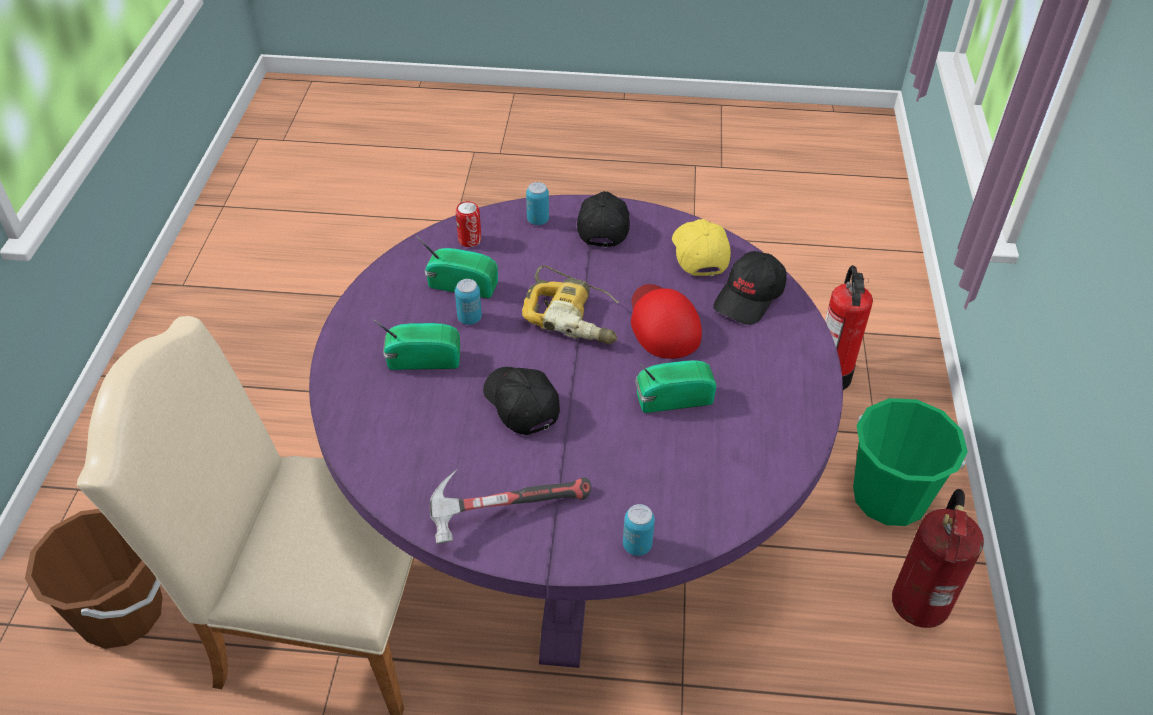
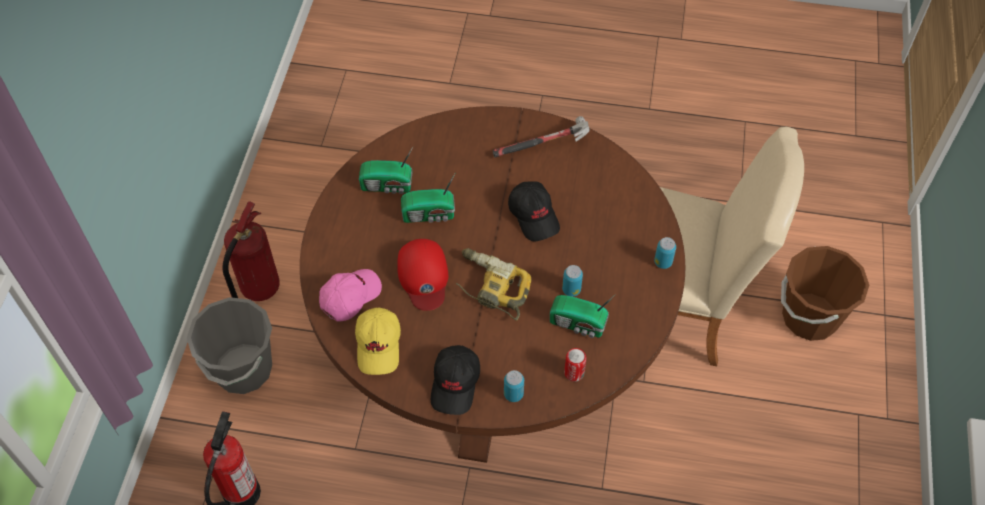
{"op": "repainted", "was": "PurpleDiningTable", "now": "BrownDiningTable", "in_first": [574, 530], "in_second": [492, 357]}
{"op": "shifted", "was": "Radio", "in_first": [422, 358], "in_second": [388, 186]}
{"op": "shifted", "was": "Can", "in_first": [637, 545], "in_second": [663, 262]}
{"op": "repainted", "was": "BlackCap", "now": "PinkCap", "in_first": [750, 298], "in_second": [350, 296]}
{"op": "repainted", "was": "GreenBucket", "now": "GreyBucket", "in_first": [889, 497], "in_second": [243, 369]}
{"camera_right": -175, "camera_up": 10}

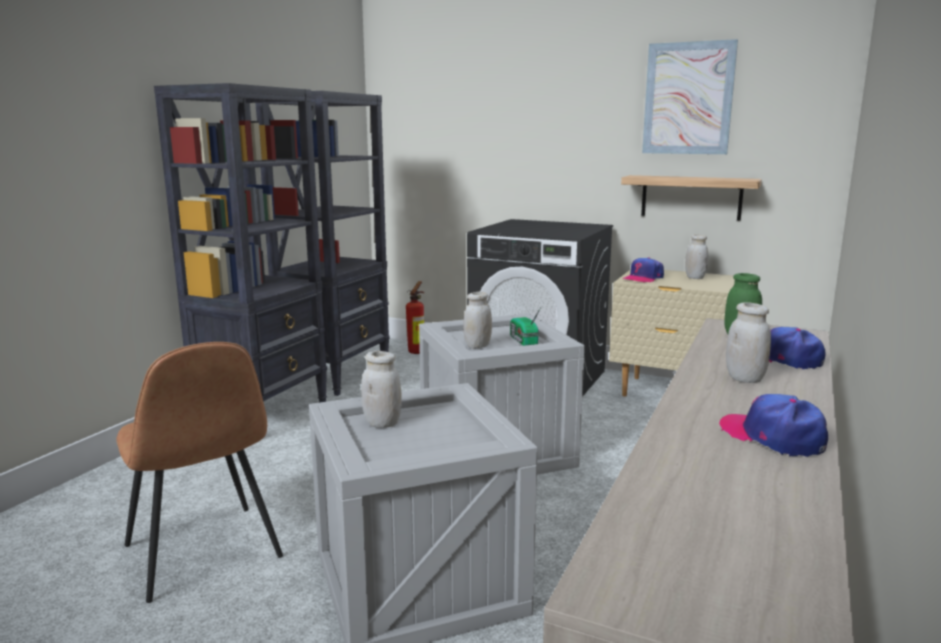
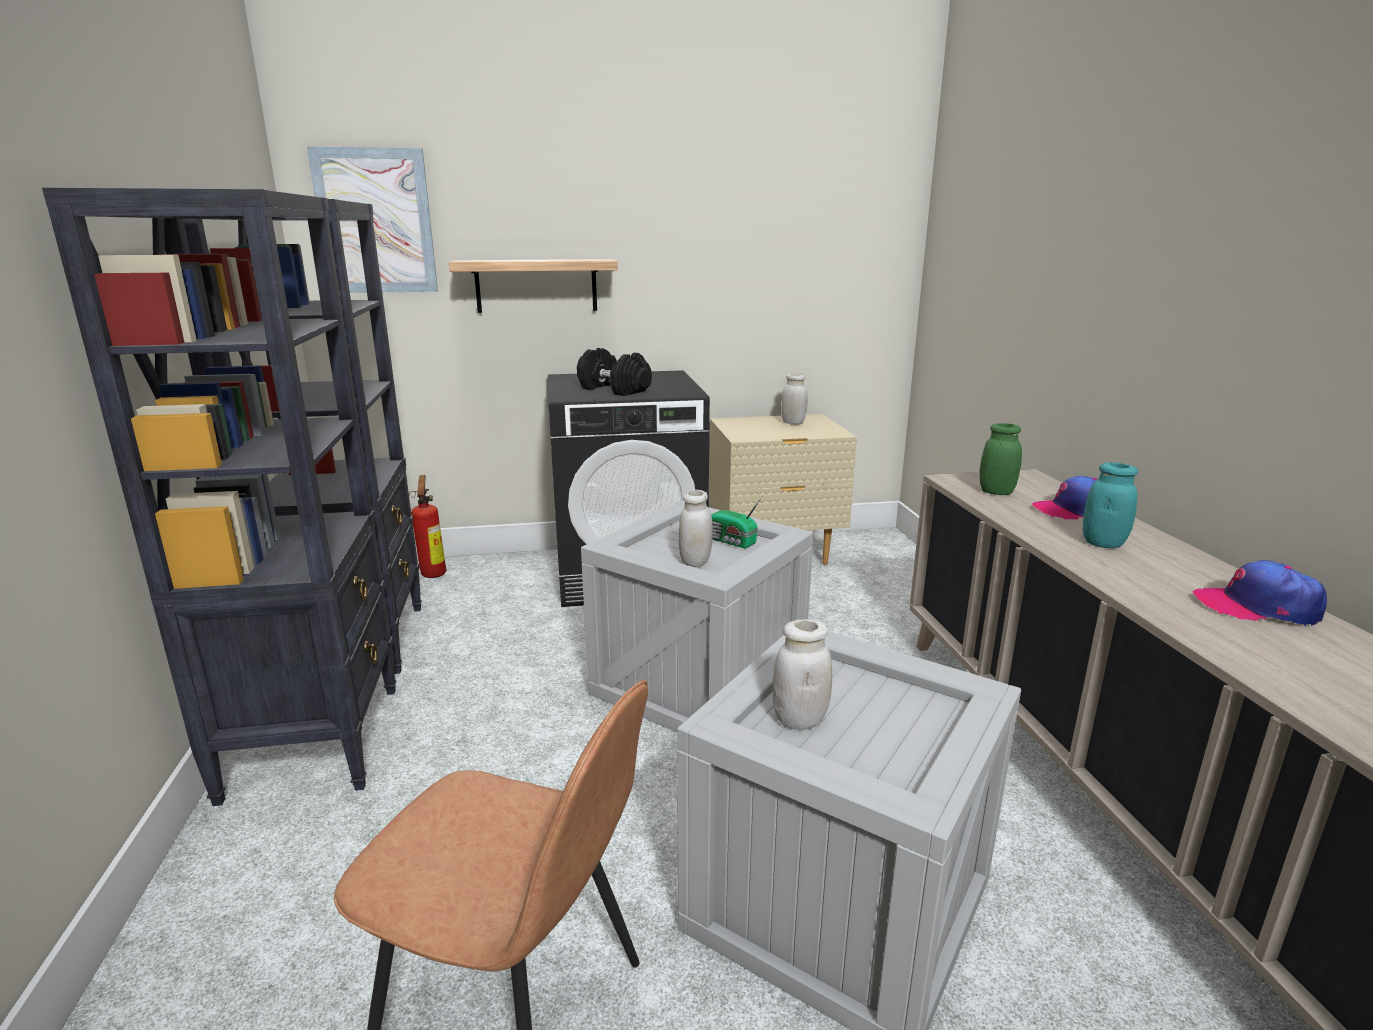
{"op": "shifted", "was": "Shelf", "in_first": [691, 197], "in_second": [536, 285]}
{"op": "gone", "was": "Cap", "in_first": [643, 278]}
{"op": "shifted", "was": "Picture", "in_first": [688, 98], "in_second": [375, 222]}
{"op": "repainted", "was": "WhiteJar", "now": "TurquoiseJar", "in_first": [745, 379], "in_second": [1103, 543]}
{"op": "new", "now": "BlackDumbbell", "in_second": [614, 390]}
{"camera_right": -35, "camera_up": 5}

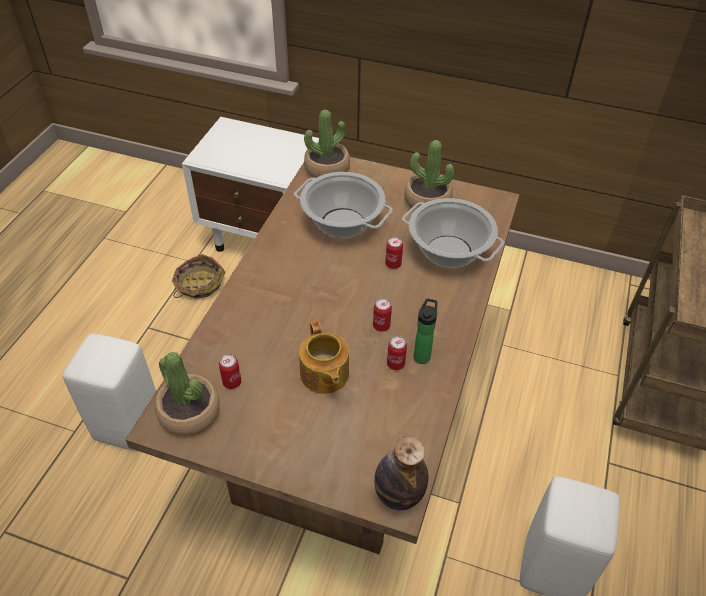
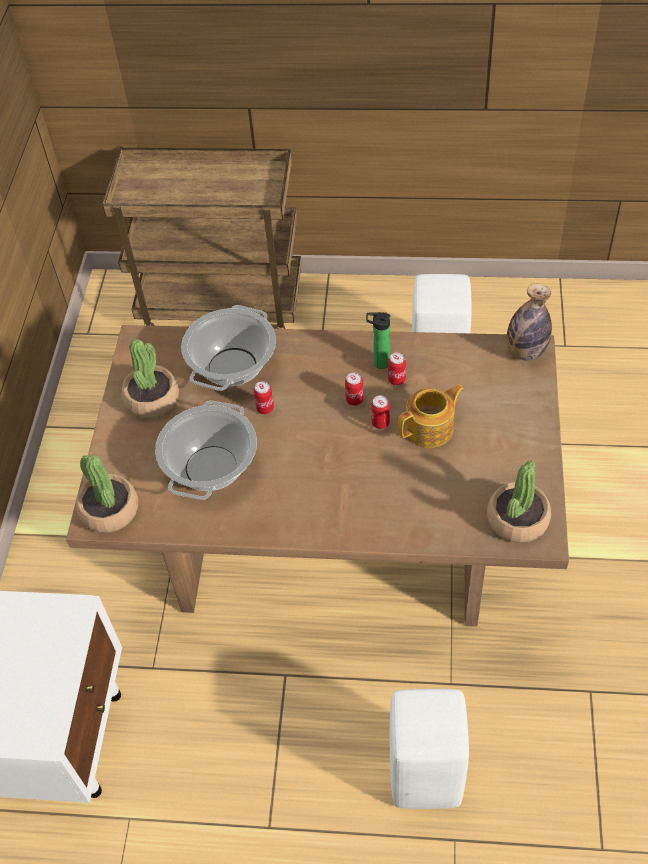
{"op": "gone", "was": "Basket", "in_first": [199, 284]}
{"op": "shifted", "was": "Can", "in_first": [232, 382], "in_second": [380, 423]}
{"camera_right": -100, "camera_up": 5}

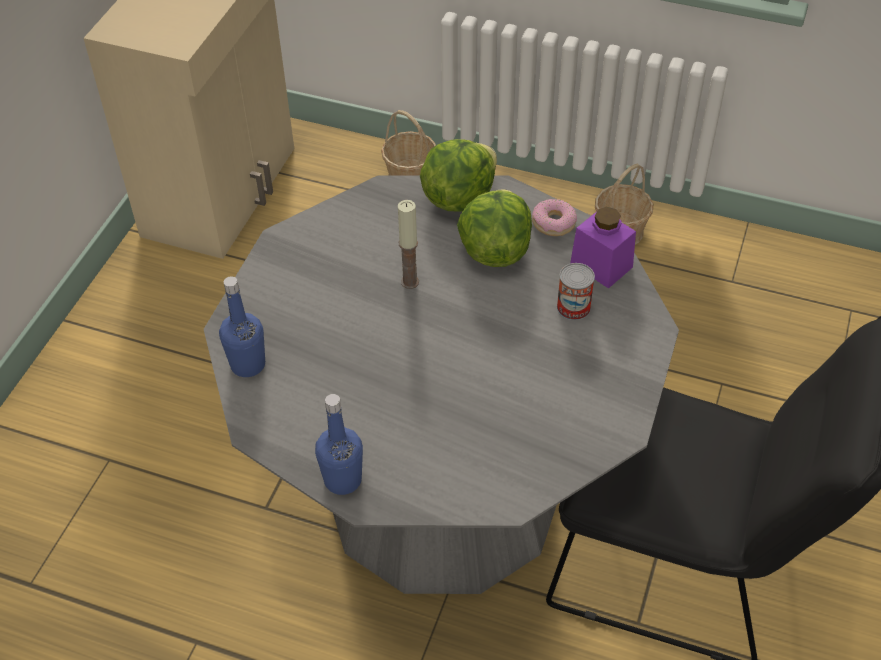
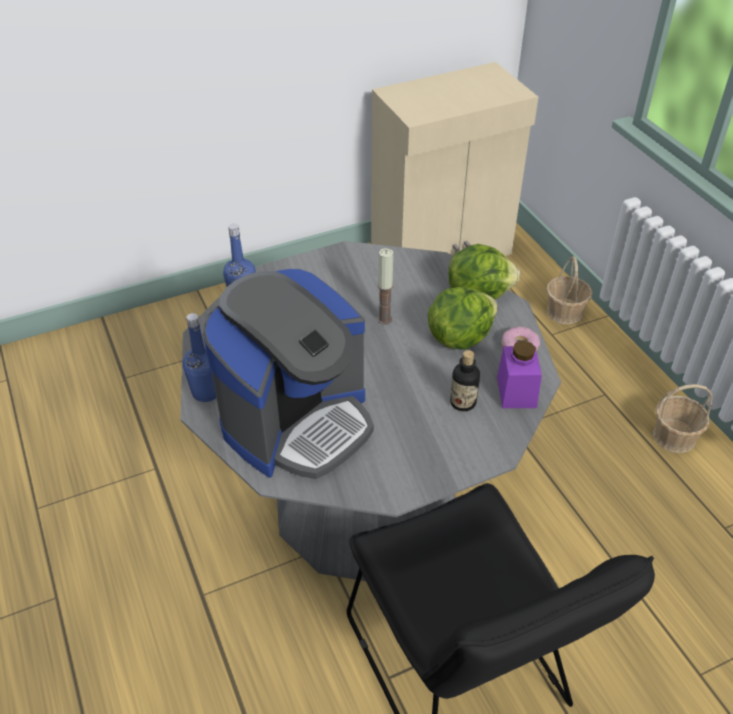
{"op": "swapped", "was": "Can", "now": "Bottle", "in_first": [573, 307], "in_second": [463, 402]}
{"op": "new", "now": "CoffeeMachine", "in_second": [297, 422]}
{"camera_right": 45, "camera_up": -5}

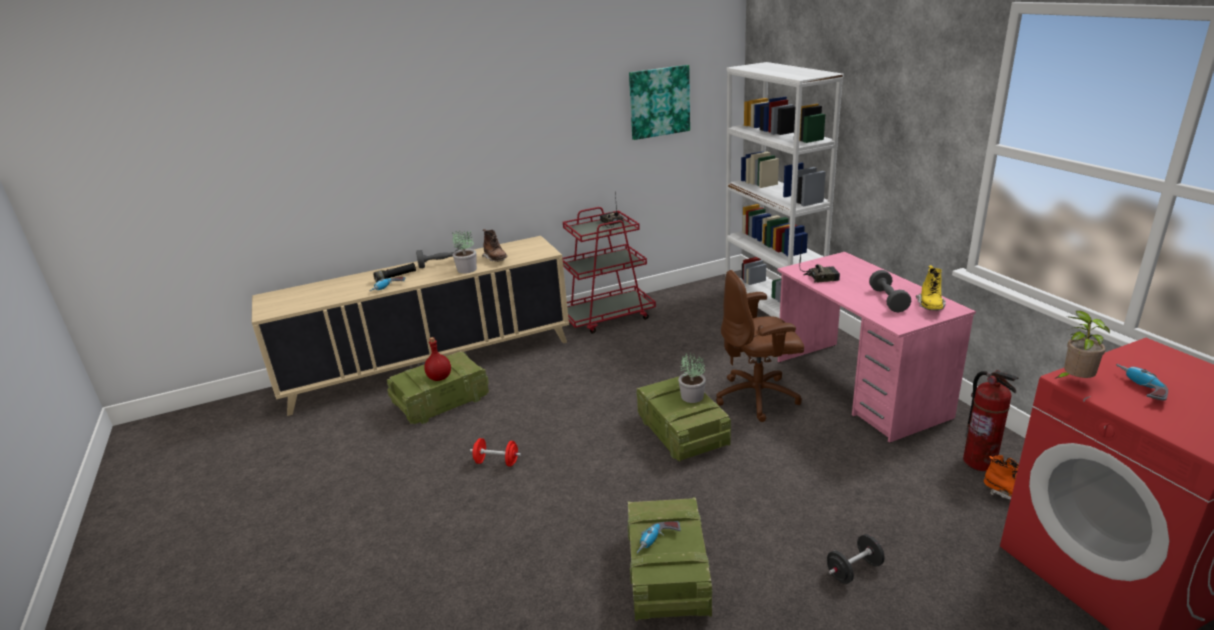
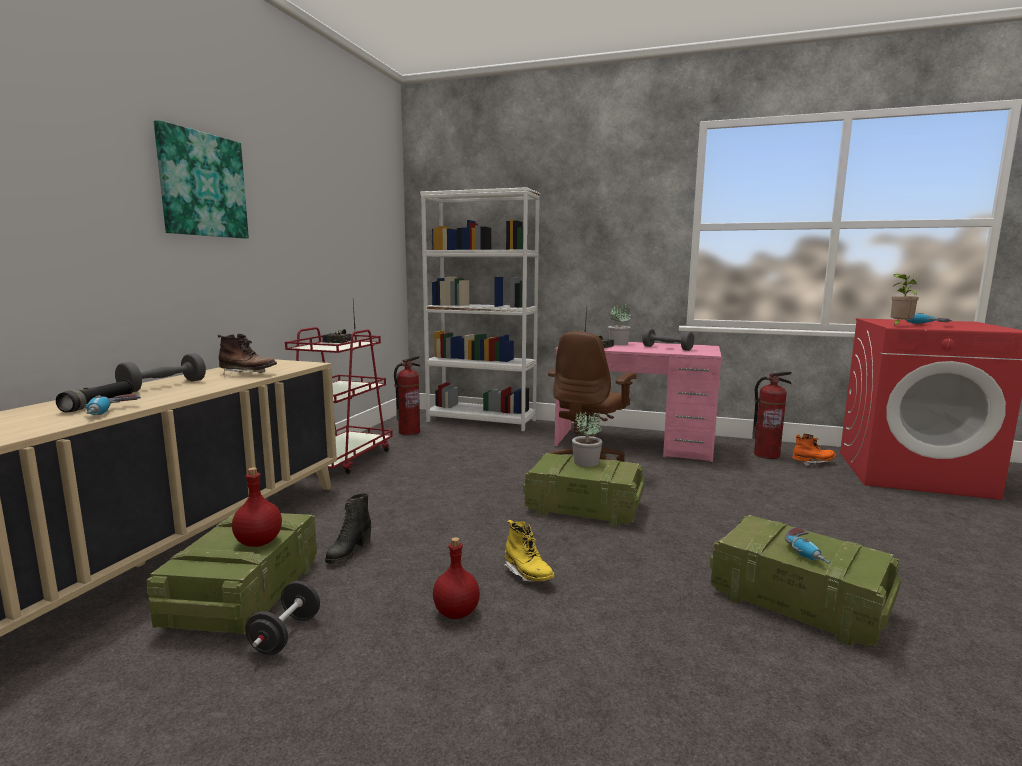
{"op": "shifted", "was": "PottedPlant", "in_first": [467, 270], "in_second": [619, 344]}
{"op": "swapped", "was": "RedDumbbell", "now": "RedBottle", "in_first": [497, 462], "in_second": [456, 612]}
{"op": "shifted", "was": "Picture", "in_first": [659, 102], "in_second": [202, 185]}
{"op": "shifted", "was": "BlackDumbbell", "in_first": [854, 570], "in_second": [285, 635]}
{"op": "shifted", "was": "YellowBoot", "in_first": [930, 306], "in_second": [528, 575]}
{"op": "new", "now": "BlackBoot", "in_second": [348, 552]}
{"op": "new", "now": "FireExtinguisher", "in_second": [409, 432]}
{"camera_right": -50, "camera_up": -15}

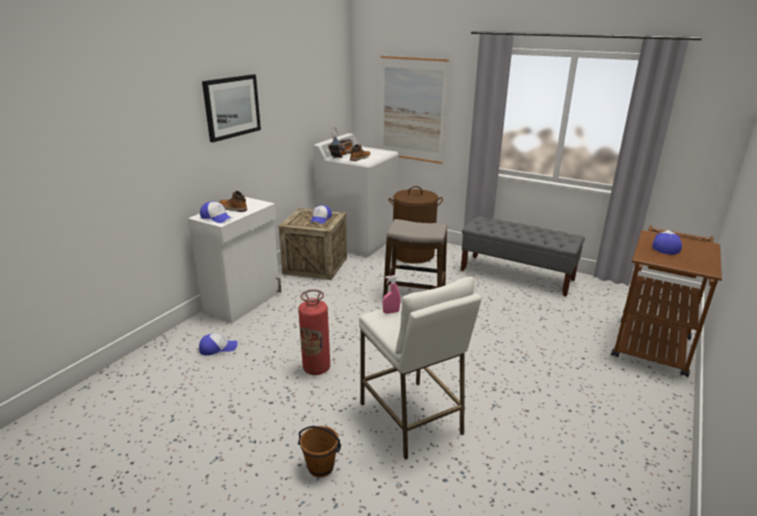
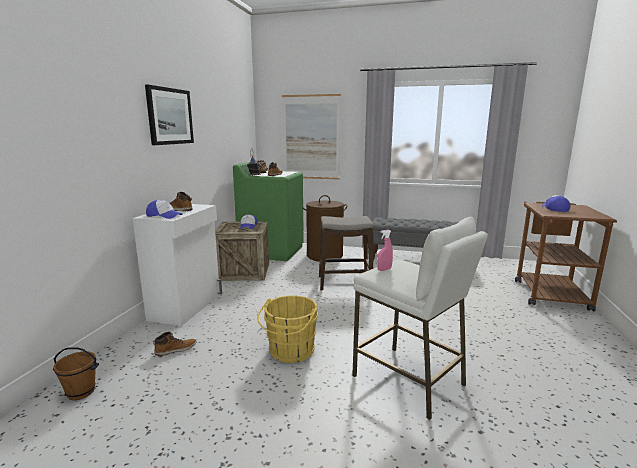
{"op": "swapped", "was": "Cap", "now": "Boot", "in_first": [218, 348], "in_second": [176, 349]}
{"op": "swapped", "was": "FireExtinguisher", "now": "YellowBucket", "in_first": [316, 368], "in_second": [290, 352]}
{"op": "shifted", "was": "BrownBucket", "in_first": [320, 468], "in_second": [80, 392]}
{"op": "repainted", "was": "WhiteWashingMachine", "now": "GreenWashingMachine", "in_first": [358, 240], "in_second": [272, 251]}
{"camera_right": -15, "camera_up": -10}

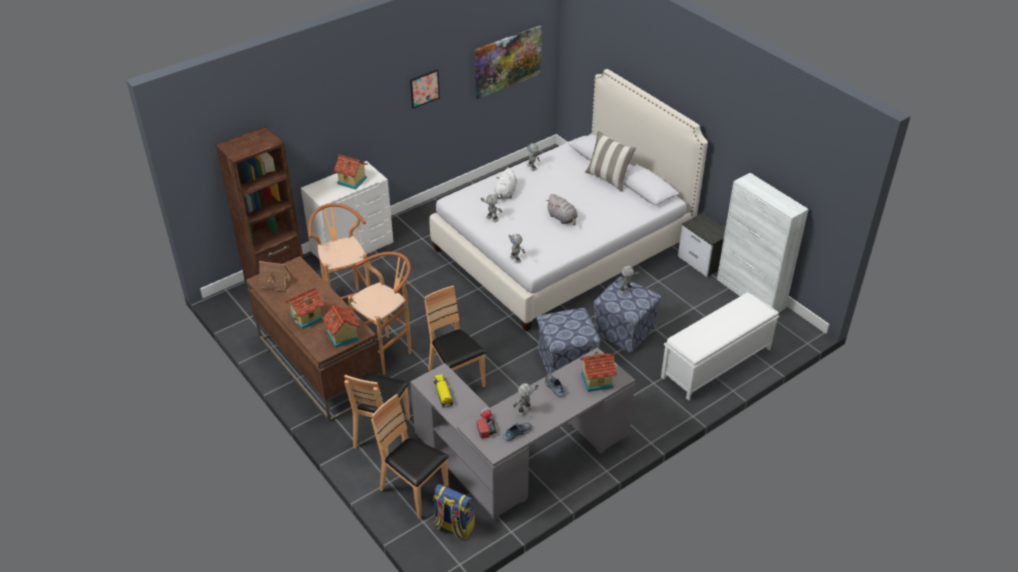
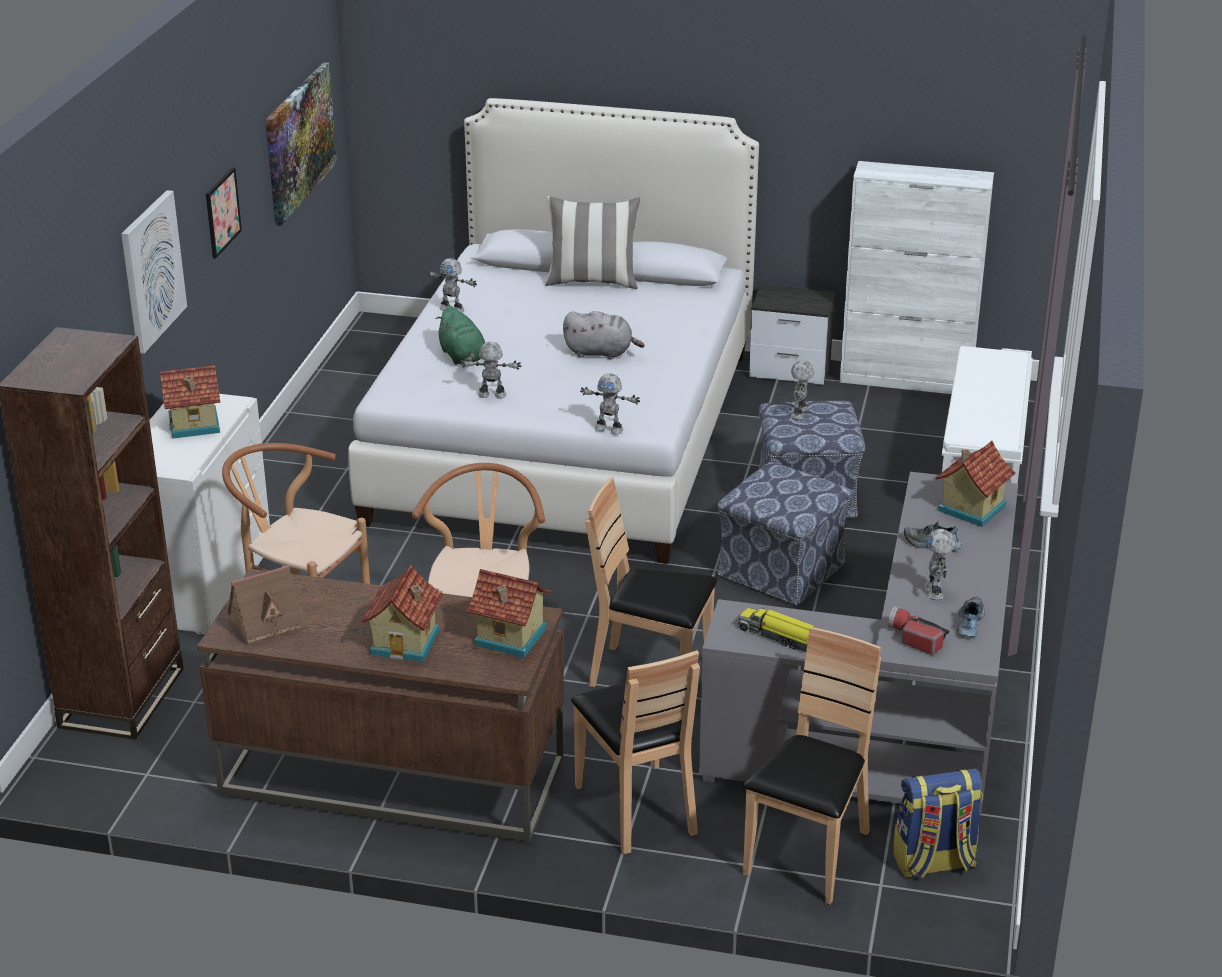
{"op": "rotated", "was": "BrownChair", "in_first": [414, 491], "in_second": [808, 855], "clockwise": 120}
{"op": "repainted", "was": "WhitePlushToy", "now": "GreenPlushToy", "in_first": [505, 194], "in_second": [462, 357]}
{"op": "new", "now": "Picture", "in_second": [151, 271]}
{"camera_right": -40, "camera_up": -10}

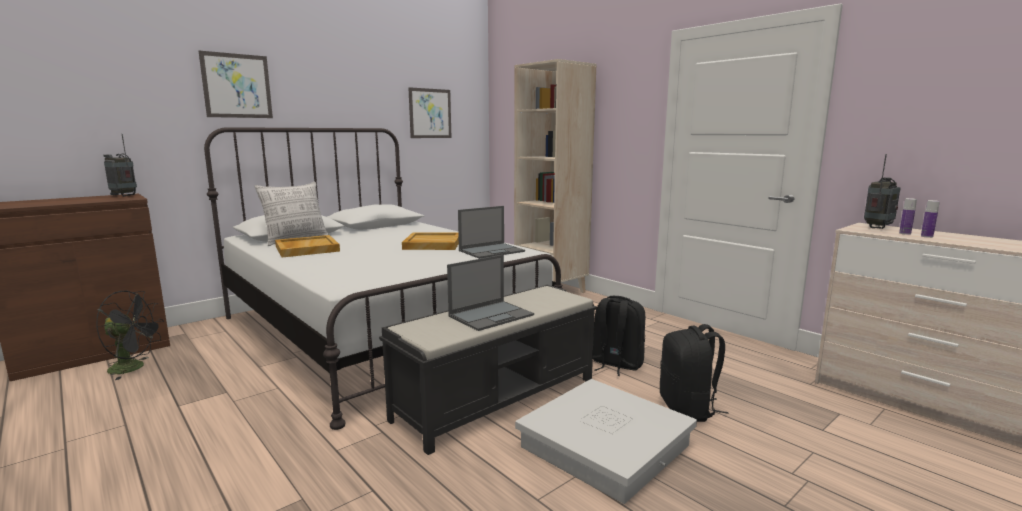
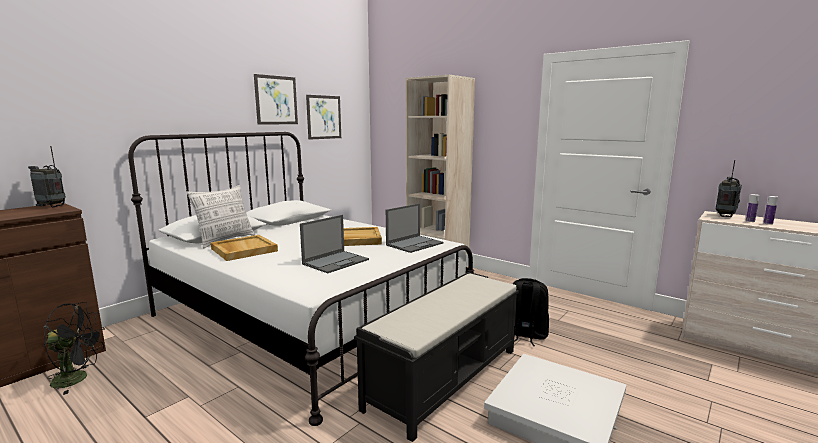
{"op": "shifted", "was": "Picture", "in_first": [237, 86], "in_second": [276, 100]}
{"op": "shifted", "was": "Laptop", "in_first": [491, 315], "in_second": [336, 262]}
{"op": "gone", "was": "BlackBackpack", "in_first": [688, 409]}
{"camera_right": -10, "camera_up": 0}

